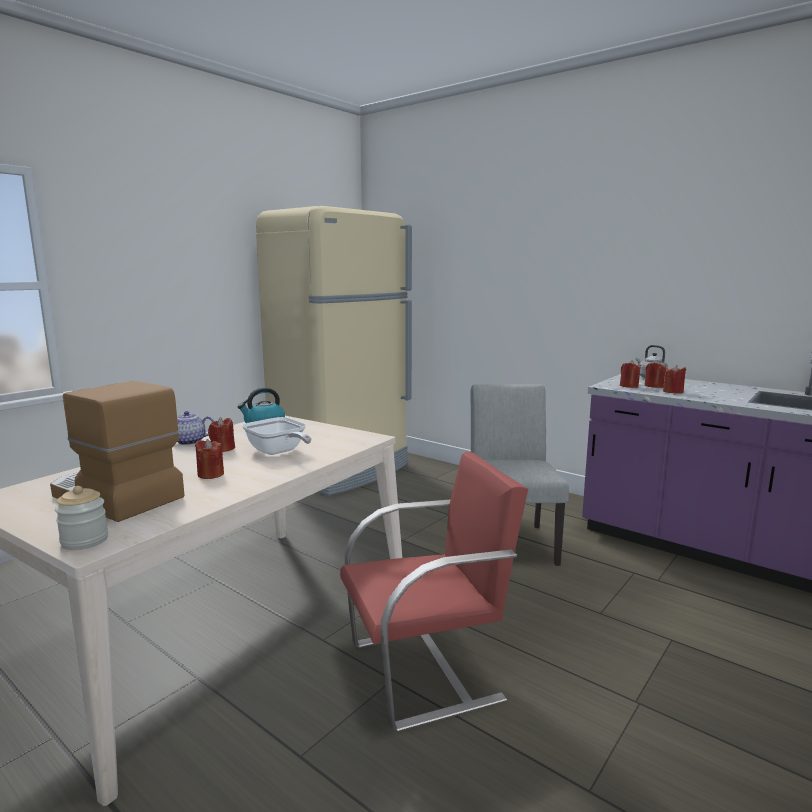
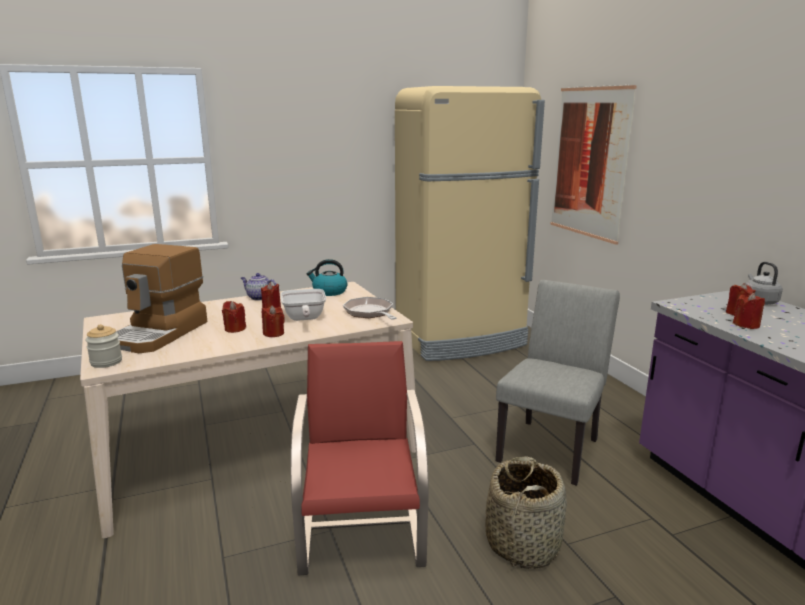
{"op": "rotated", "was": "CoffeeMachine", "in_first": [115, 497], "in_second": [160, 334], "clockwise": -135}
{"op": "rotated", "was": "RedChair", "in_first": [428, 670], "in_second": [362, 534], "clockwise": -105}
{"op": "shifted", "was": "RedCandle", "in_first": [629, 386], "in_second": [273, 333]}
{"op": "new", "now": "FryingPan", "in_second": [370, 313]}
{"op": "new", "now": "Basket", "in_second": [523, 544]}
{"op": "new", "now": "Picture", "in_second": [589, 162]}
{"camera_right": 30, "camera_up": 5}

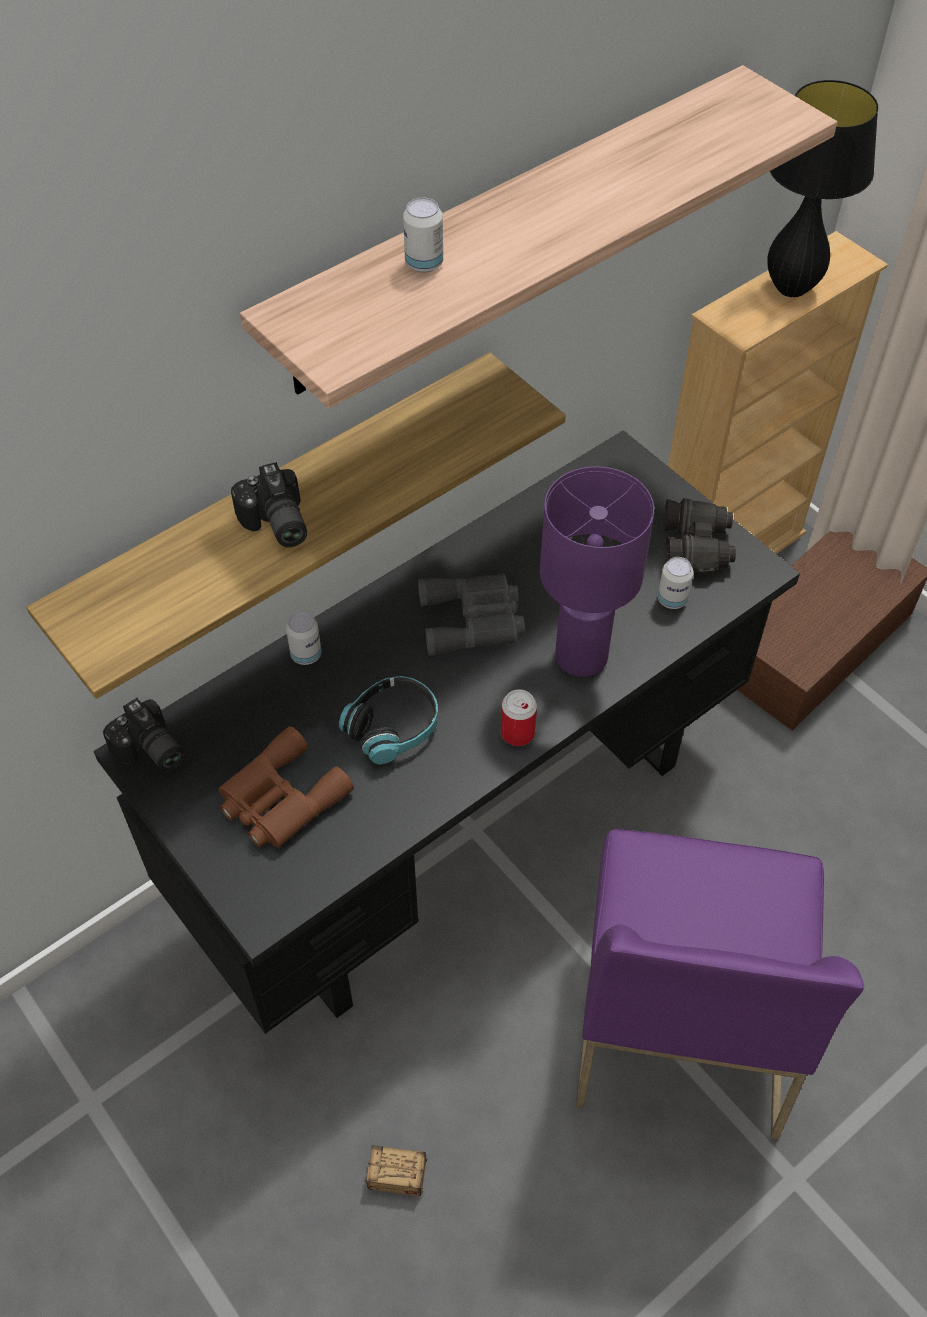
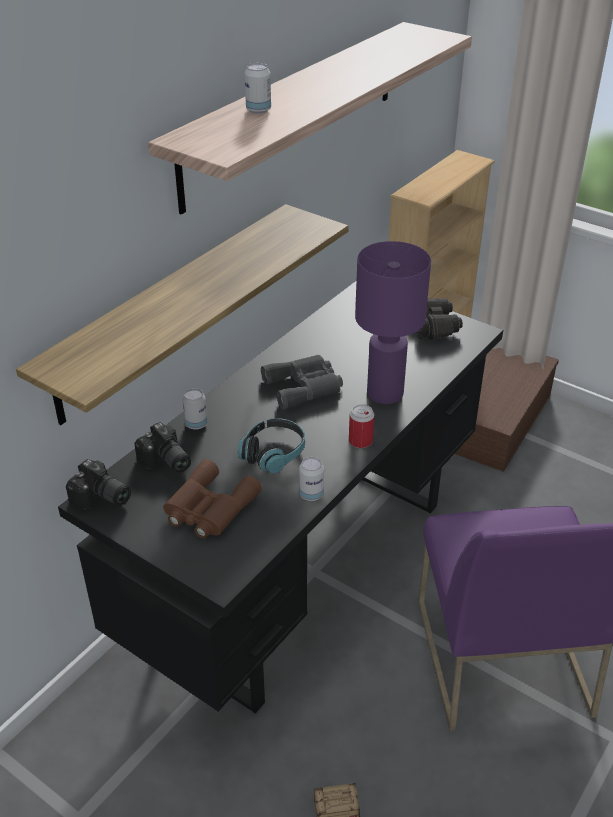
{"op": "shifted", "was": "PhotoCamera", "in_first": [274, 524], "in_second": [165, 462]}
{"op": "shifted", "was": "Can", "in_first": [672, 599], "in_second": [311, 494]}
{"op": "gone", "was": "BlackTableLamp", "in_first": [790, 289]}
{"camera_right": -15, "camera_up": -15}

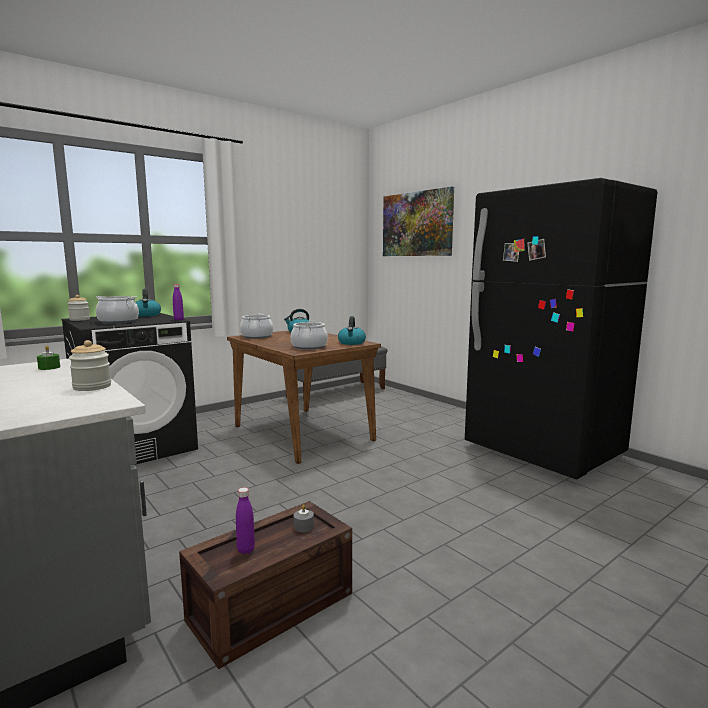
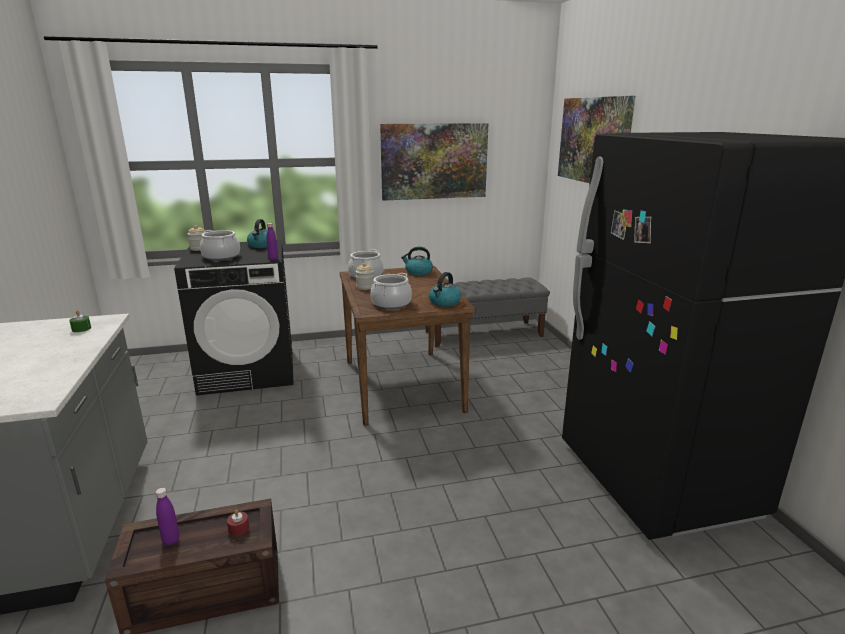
{"op": "shifted", "was": "Jar", "in_first": [92, 387], "in_second": [365, 287]}
{"op": "repainted", "was": "GreyCandle", "now": "RedCandle", "in_first": [303, 526], "in_second": [239, 529]}
{"op": "new", "now": "Picture", "in_second": [434, 161]}
{"camera_right": 25, "camera_up": 10}

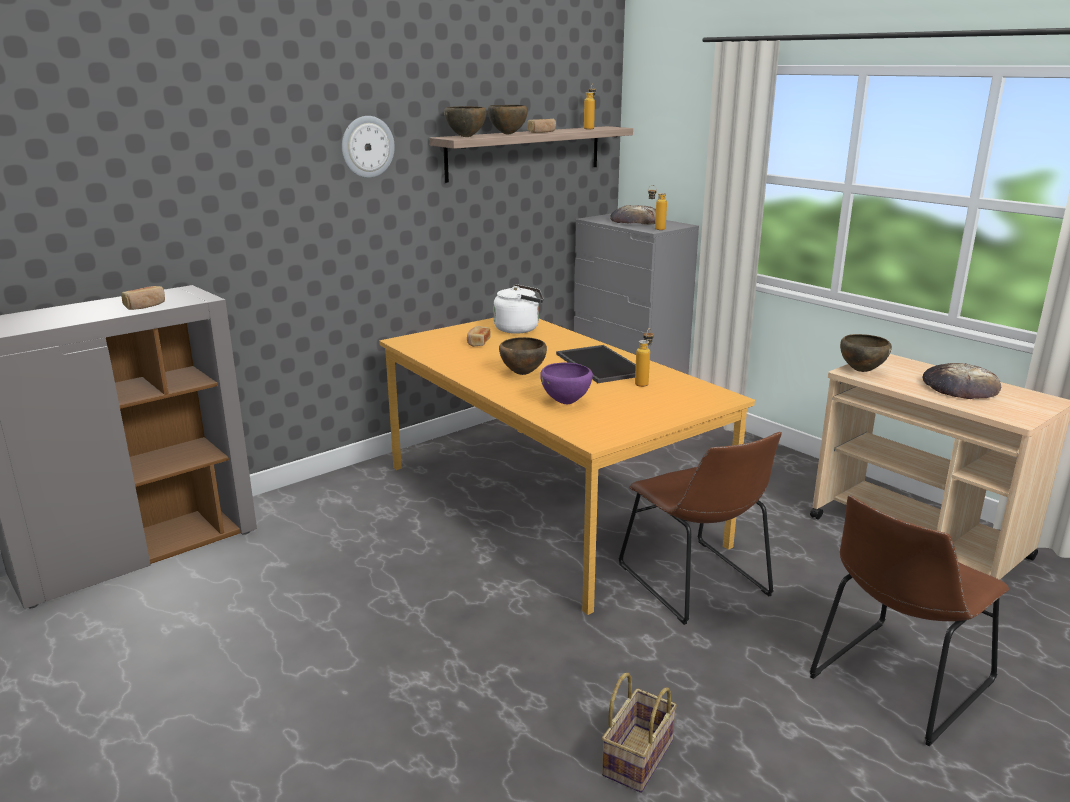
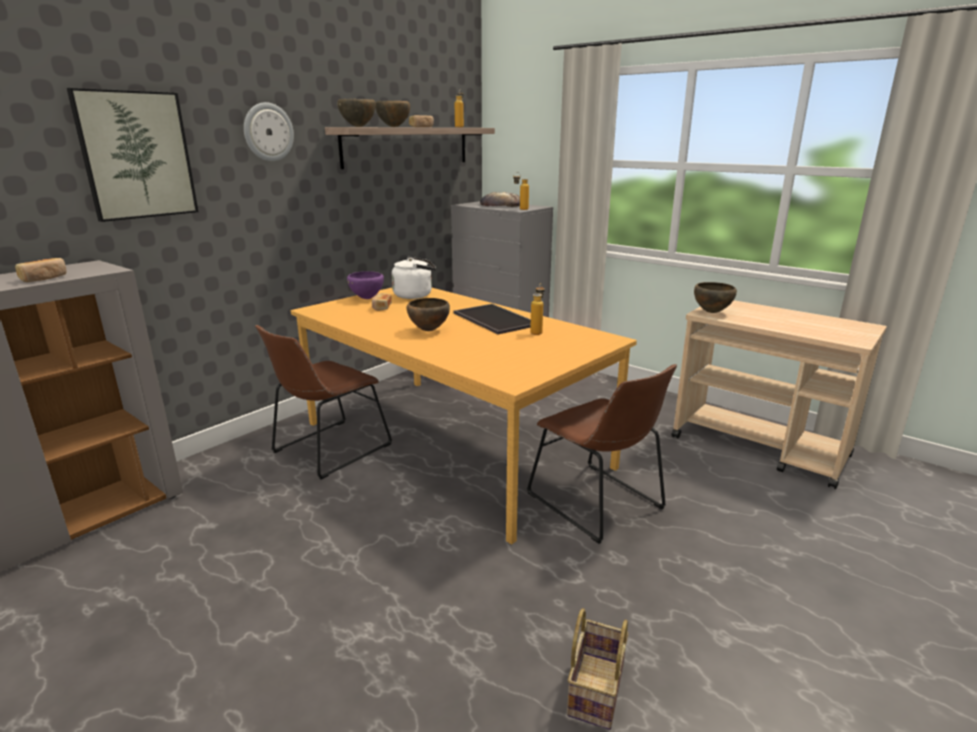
{"op": "shifted", "was": "PurpleBowl", "in_first": [566, 403], "in_second": [367, 298]}
{"op": "shifted", "was": "BrownChair", "in_first": [896, 682], "in_second": [328, 450]}
{"op": "gone", "was": "Bread", "in_first": [960, 387]}
{"op": "new", "now": "Picture", "in_second": [136, 155]}
{"camera_right": -10, "camera_up": 0}

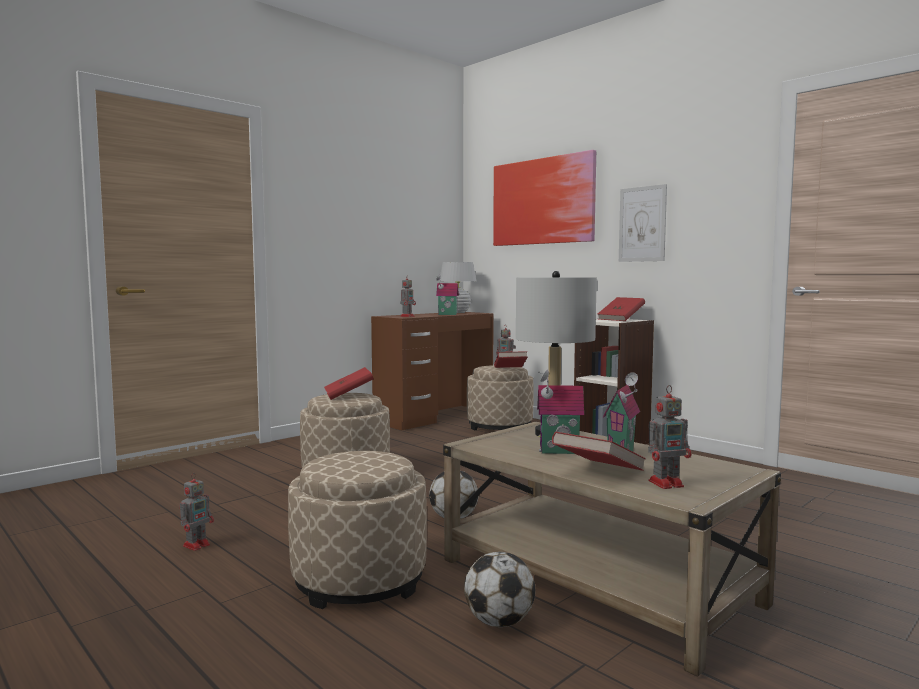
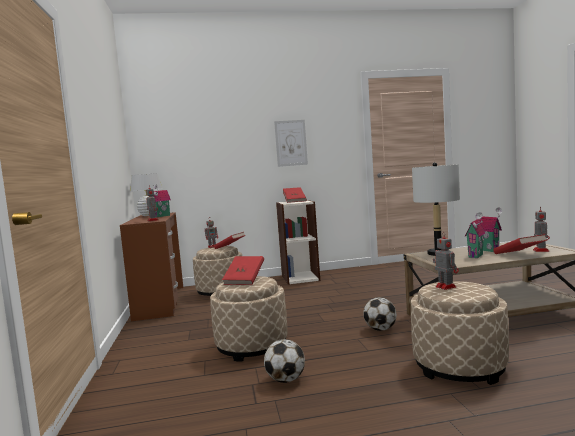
{"op": "shifted", "was": "ToyRobot", "in_first": [197, 545], "in_second": [445, 286]}
{"op": "shifted", "was": "Football", "in_first": [499, 622], "in_second": [285, 380]}
{"op": "gone", "was": "Picture", "in_first": [543, 201]}
{"camera_right": -55, "camera_up": 0}

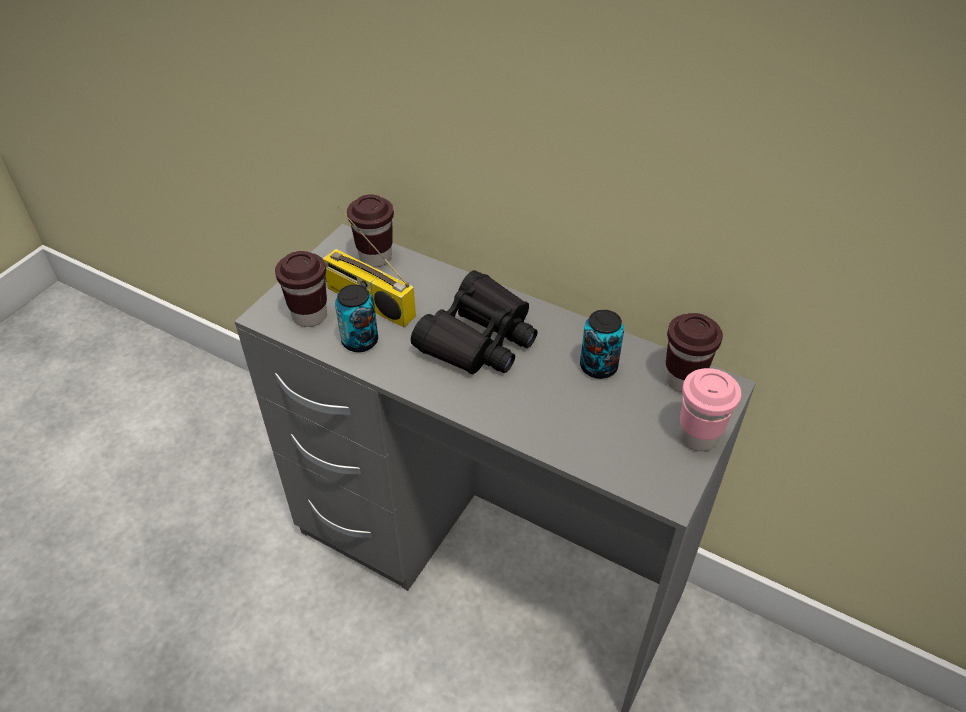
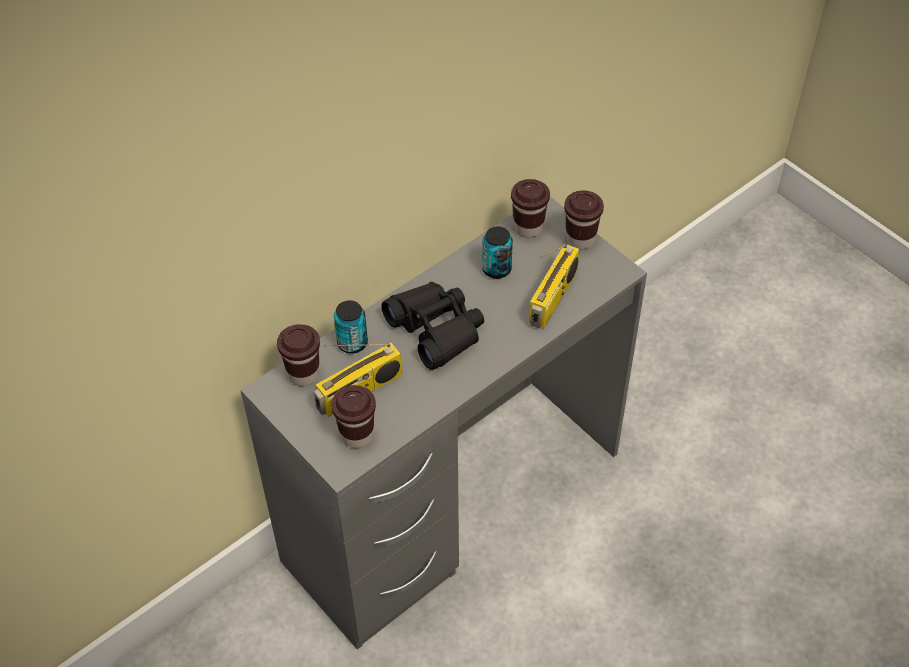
{"op": "shifted", "was": "Can", "in_first": [360, 341], "in_second": [352, 343]}
{"op": "repainted", "was": "PinkCup", "now": "BrownCup", "in_first": [698, 436], "in_second": [580, 240]}
{"op": "new", "now": "Radio", "in_second": [553, 298]}
{"camera_right": -70, "camera_up": 5}

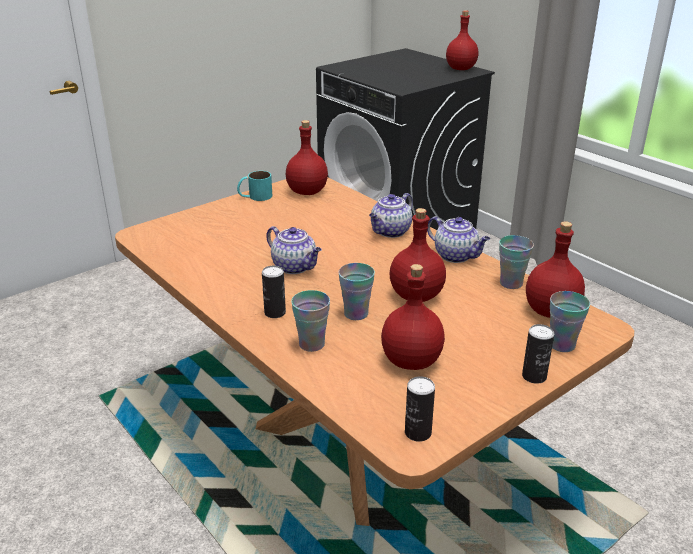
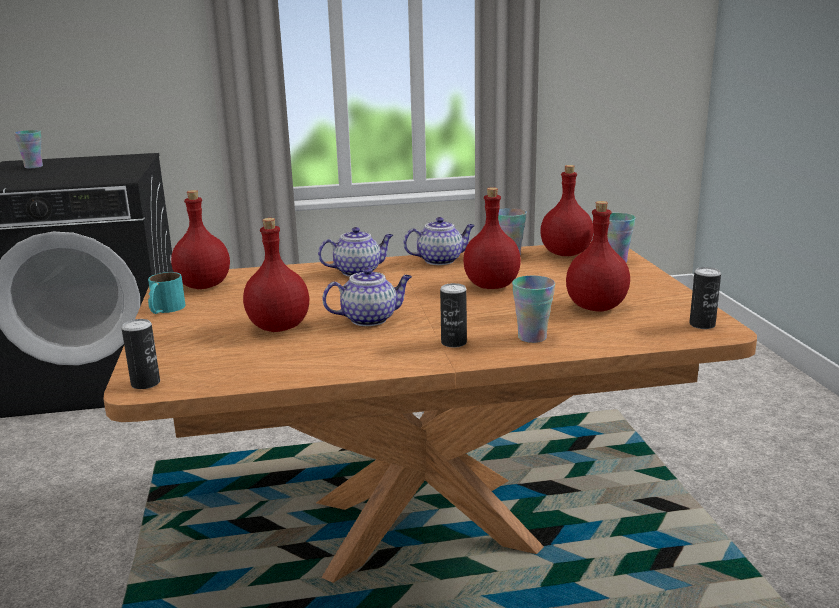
{"op": "shifted", "was": "Cup", "in_first": [356, 314], "in_second": [33, 167]}
{"op": "rotated", "was": "Teapot", "in_first": [390, 232], "in_second": [358, 271], "clockwise": -90}
{"op": "shifted", "was": "RedBottle", "in_first": [461, 69], "in_second": [278, 327]}
{"op": "shifted", "was": "Can", "in_first": [534, 376], "in_second": [145, 383]}
{"camera_right": -60, "camera_up": -10}

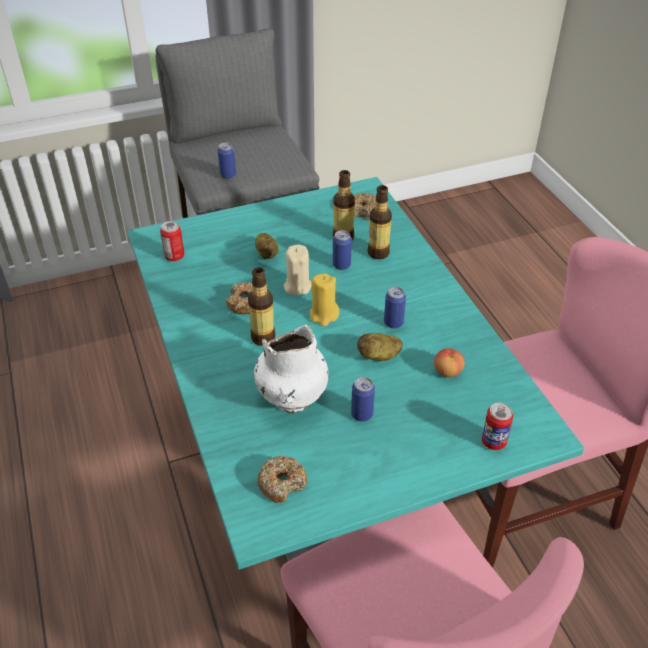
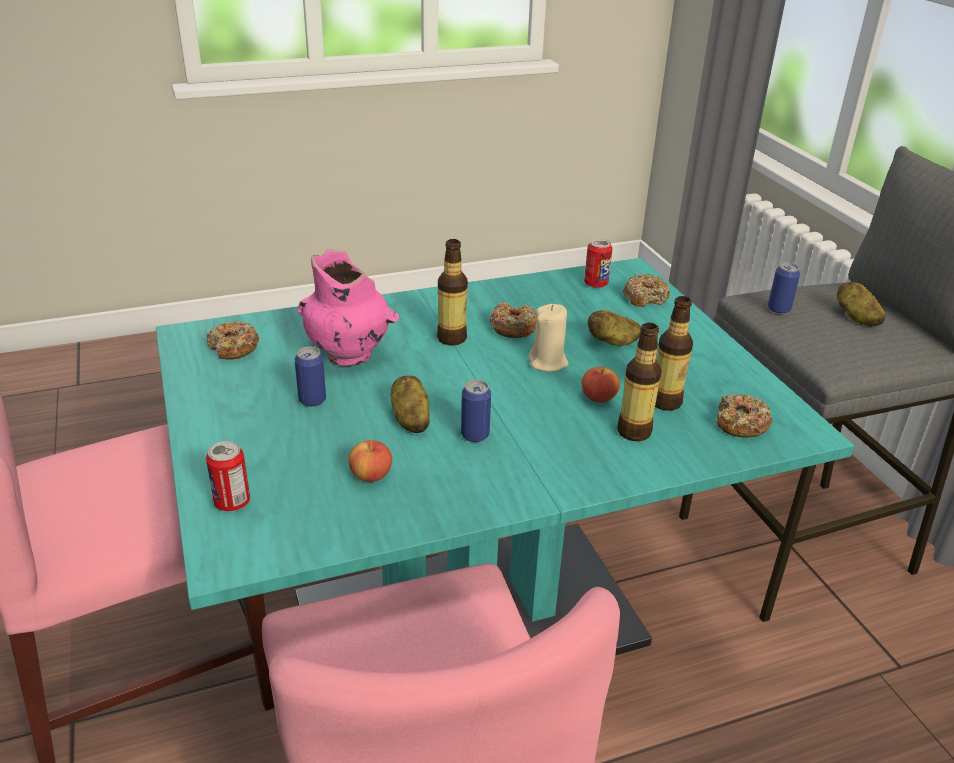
{"op": "repainted", "was": "WhiteVase", "now": "PinkVase", "in_first": [292, 398], "in_second": [350, 355]}
{"op": "gone", "was": "YellowCandle", "in_first": [324, 315]}
{"op": "swapped", "was": "Can", "now": "Apple", "in_first": [341, 265], "in_second": [598, 398]}
{"op": "new", "now": "Donut", "in_second": [645, 297]}
{"op": "new", "now": "Potato", "in_second": [856, 317]}
{"camera_right": 90, "camera_up": -10}

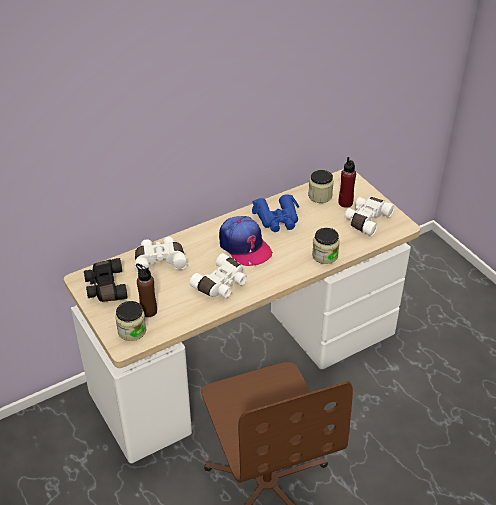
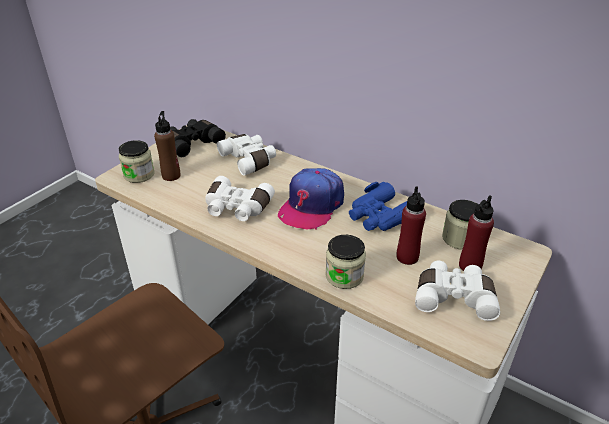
{"op": "new", "now": "RedBottle", "in_second": [407, 257]}
{"camera_right": 65, "camera_up": -5}

